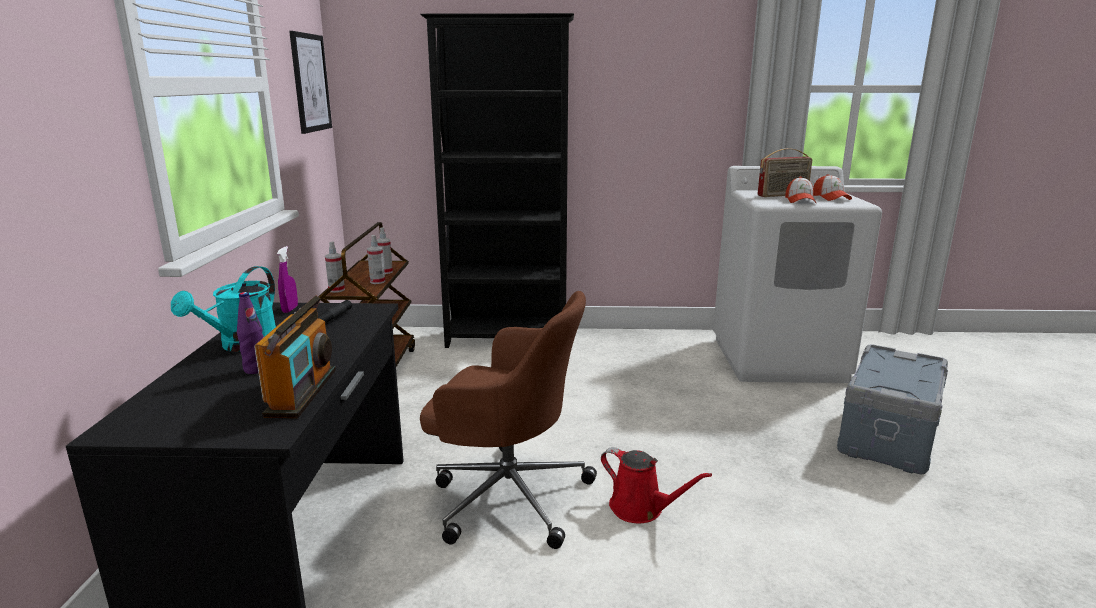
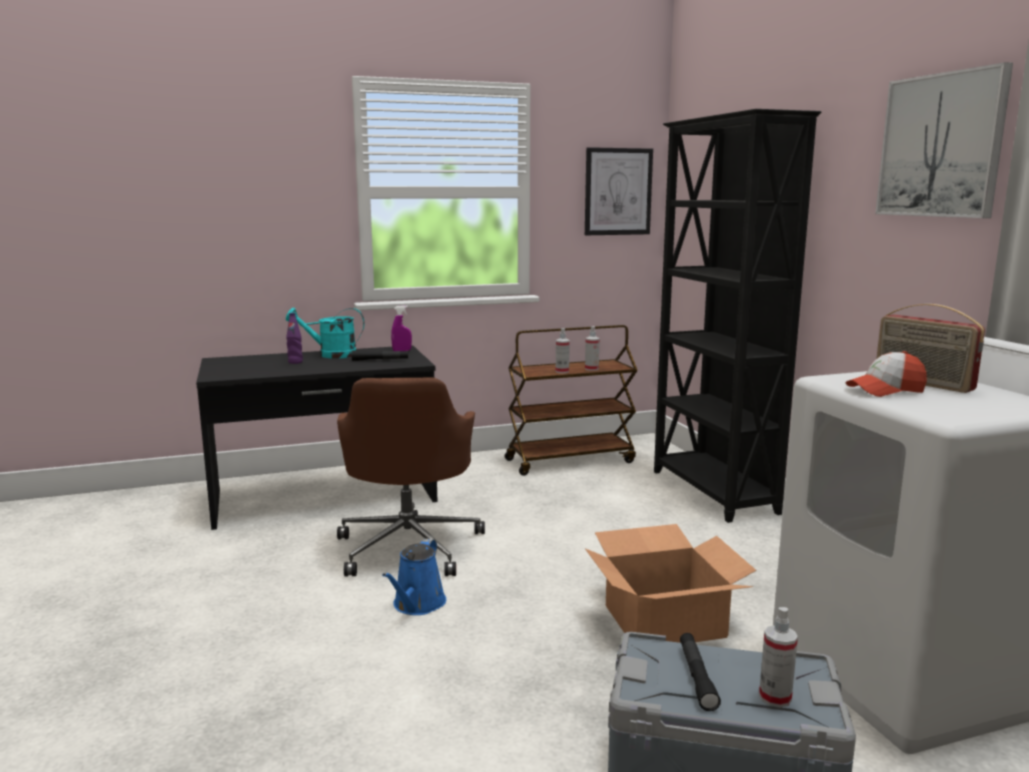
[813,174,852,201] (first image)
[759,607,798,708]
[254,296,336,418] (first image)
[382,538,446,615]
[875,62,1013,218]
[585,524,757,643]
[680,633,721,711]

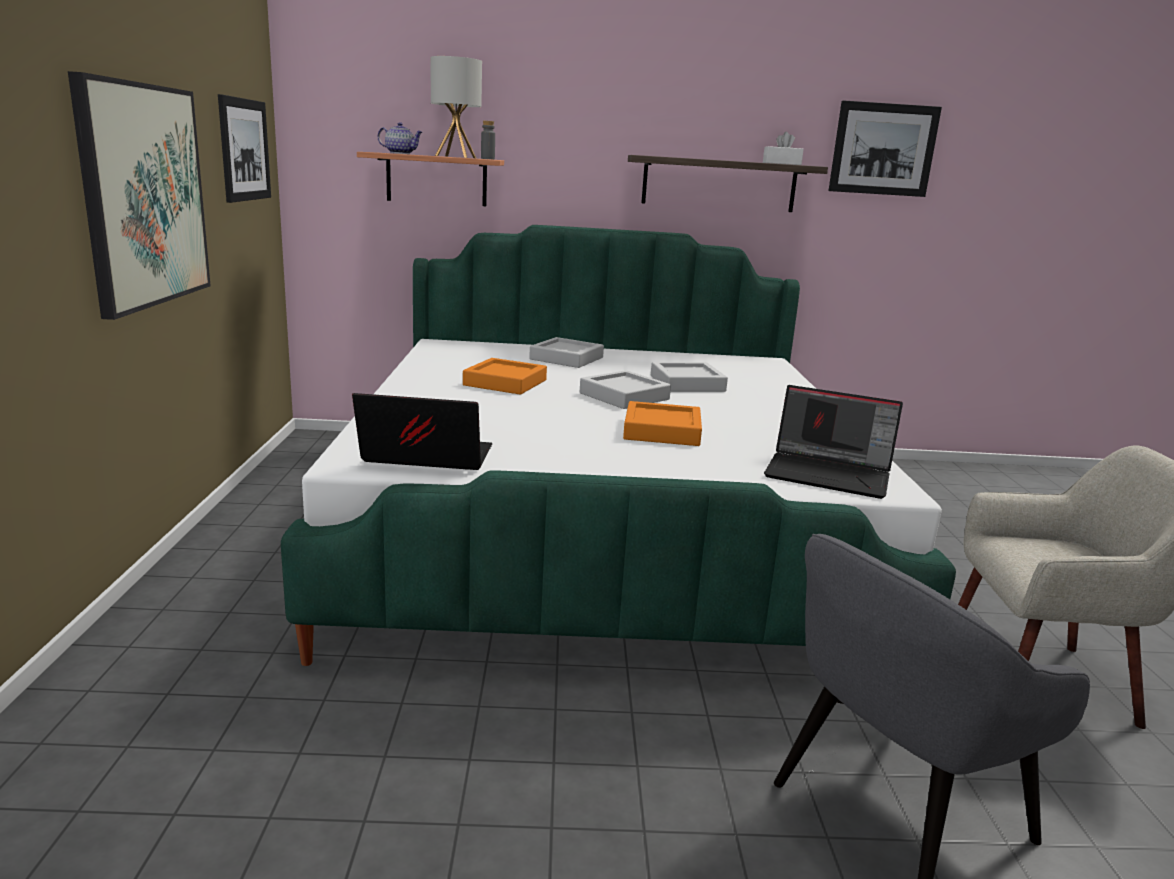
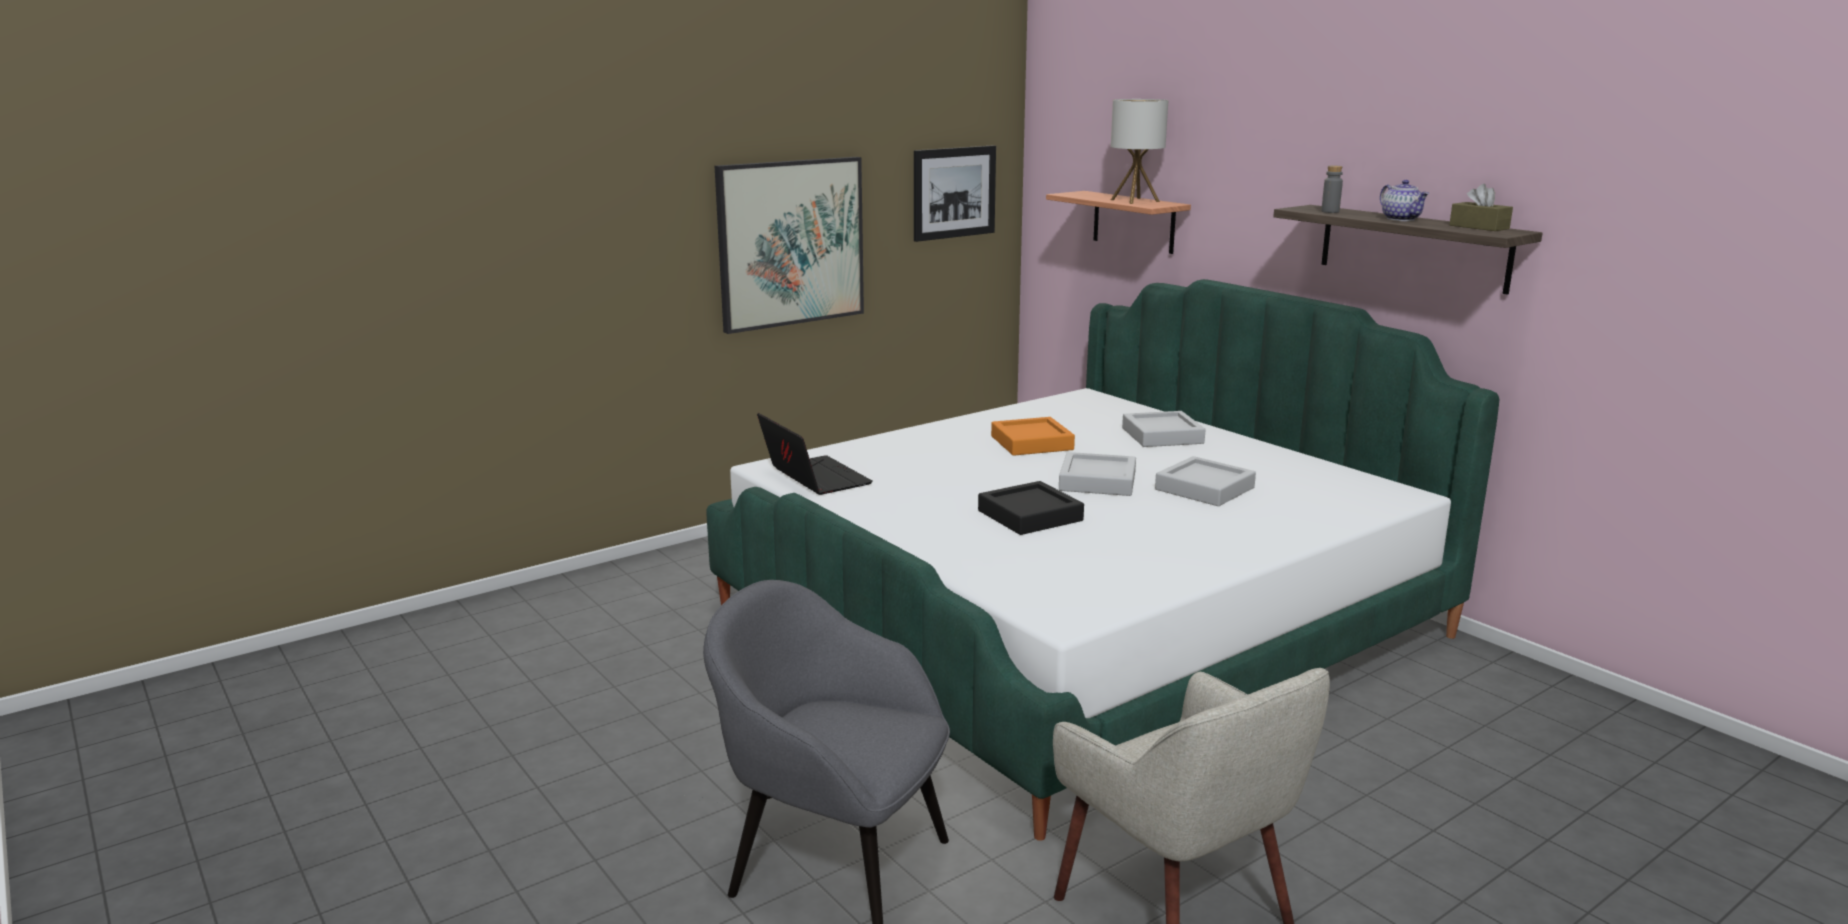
[828,100,942,197] (first image)
[1321,166,1343,213]
[1380,180,1429,221]
[1449,184,1513,231]
[764,385,903,499] (first image)
[978,481,1084,535]

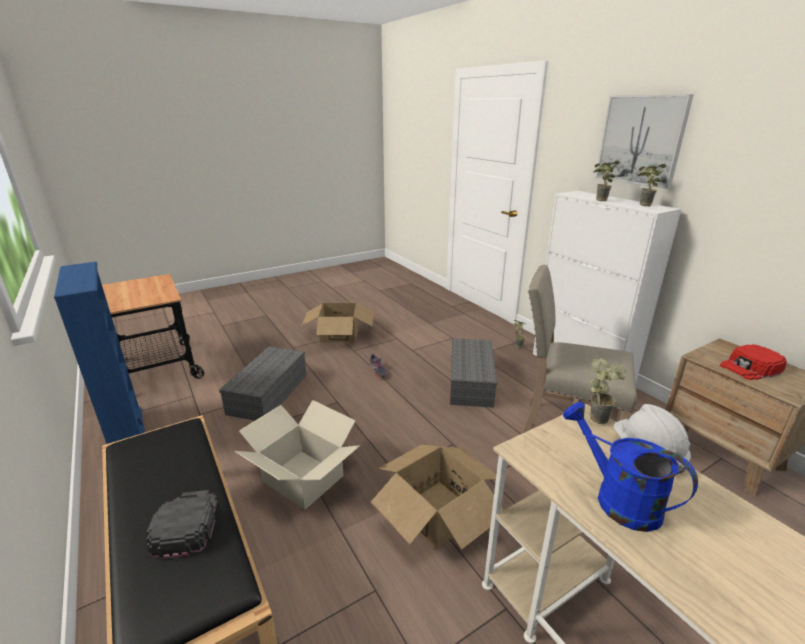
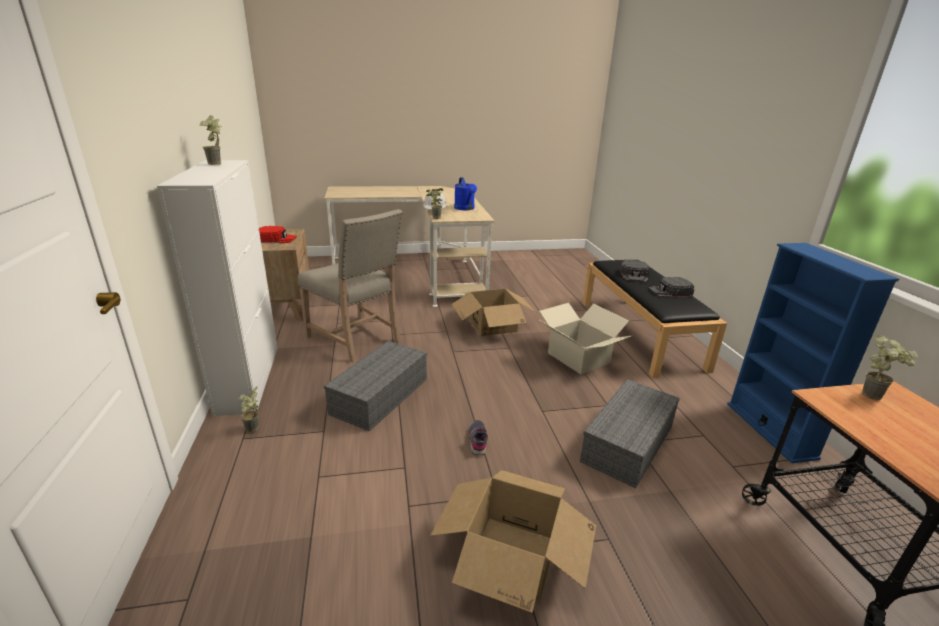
[596,94,694,189] (first image)
[862,335,918,400]
[648,277,694,298]

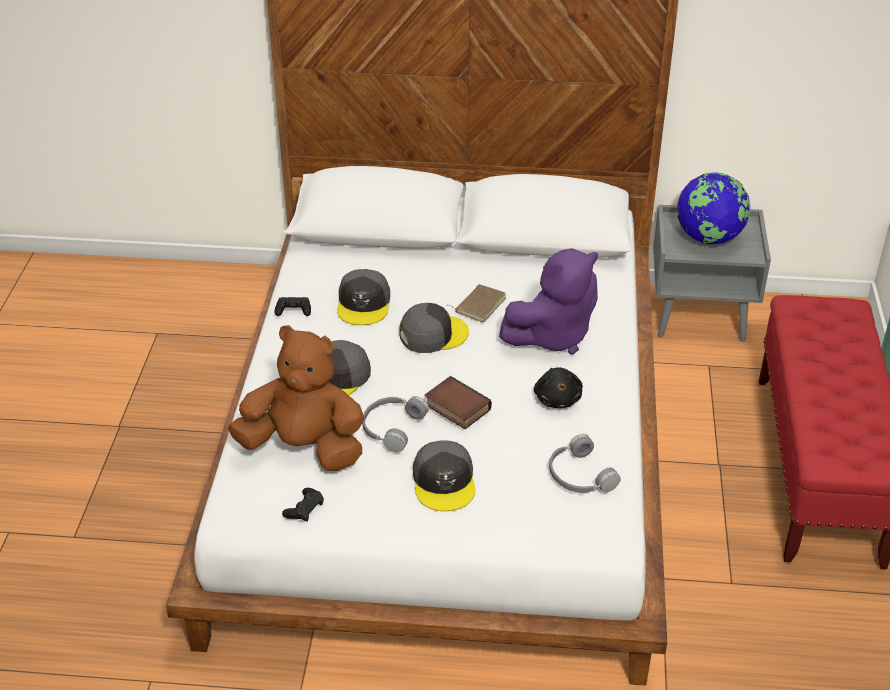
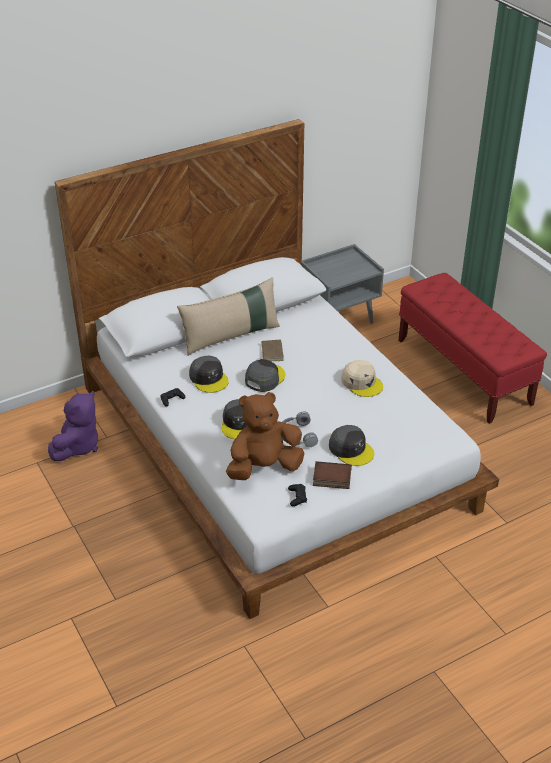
[677,172,750,244] (first image)
[48,391,98,461]
[341,360,383,397]
[313,461,352,489]
[549,434,621,493] (first image)
[177,277,280,356]

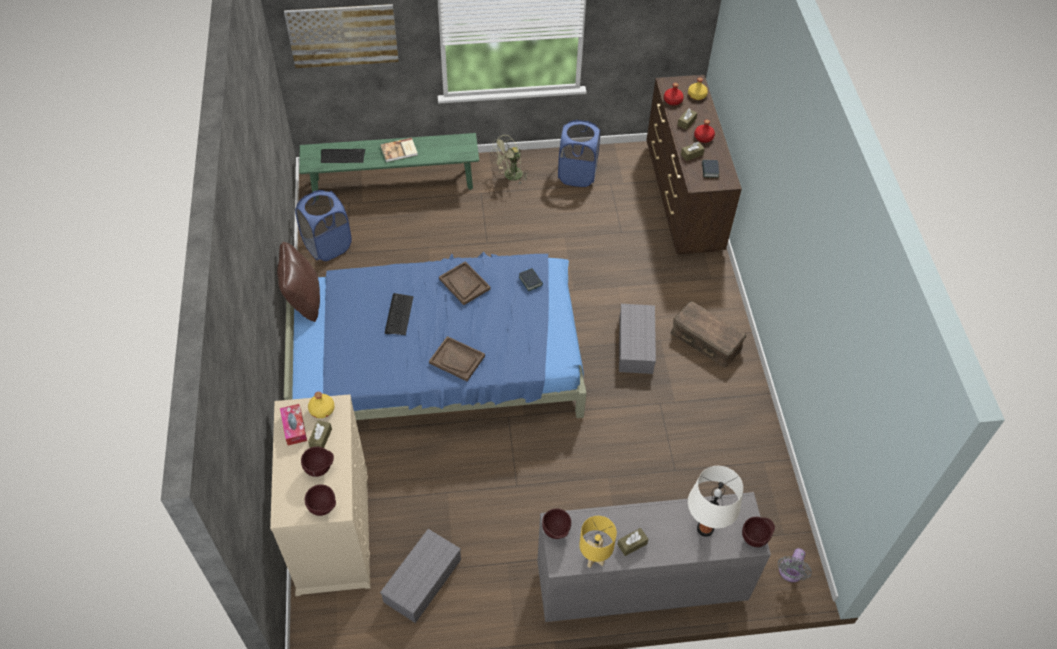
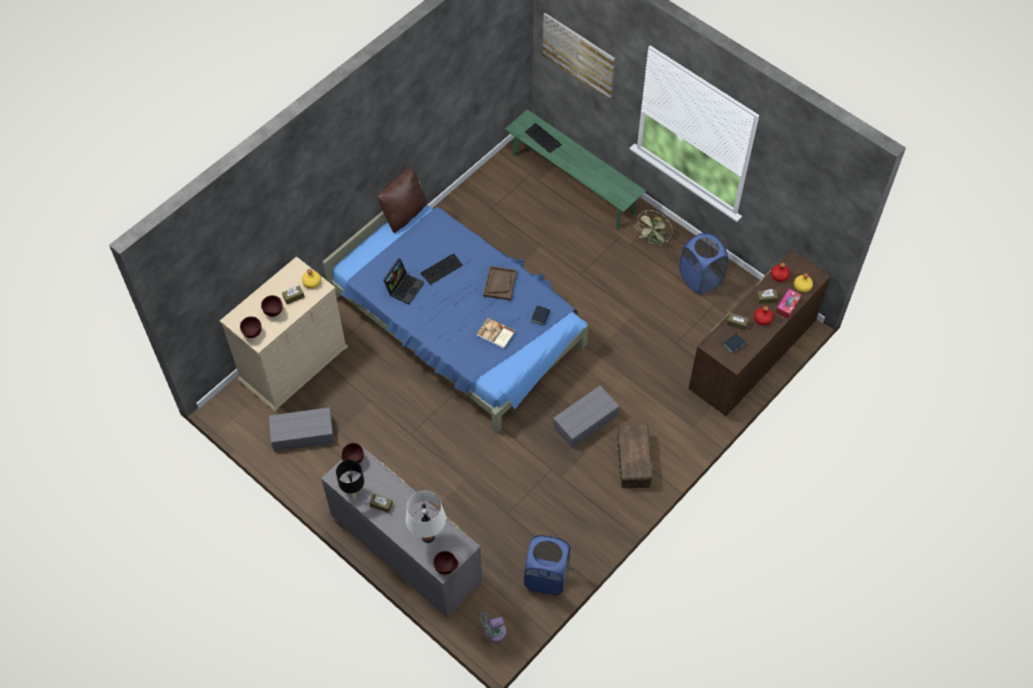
[636,210,672,246]
[477,318,516,349]
[524,535,570,595]
[429,336,485,381] (first image)
[776,289,802,319]
[336,460,364,500]
[383,258,424,304]

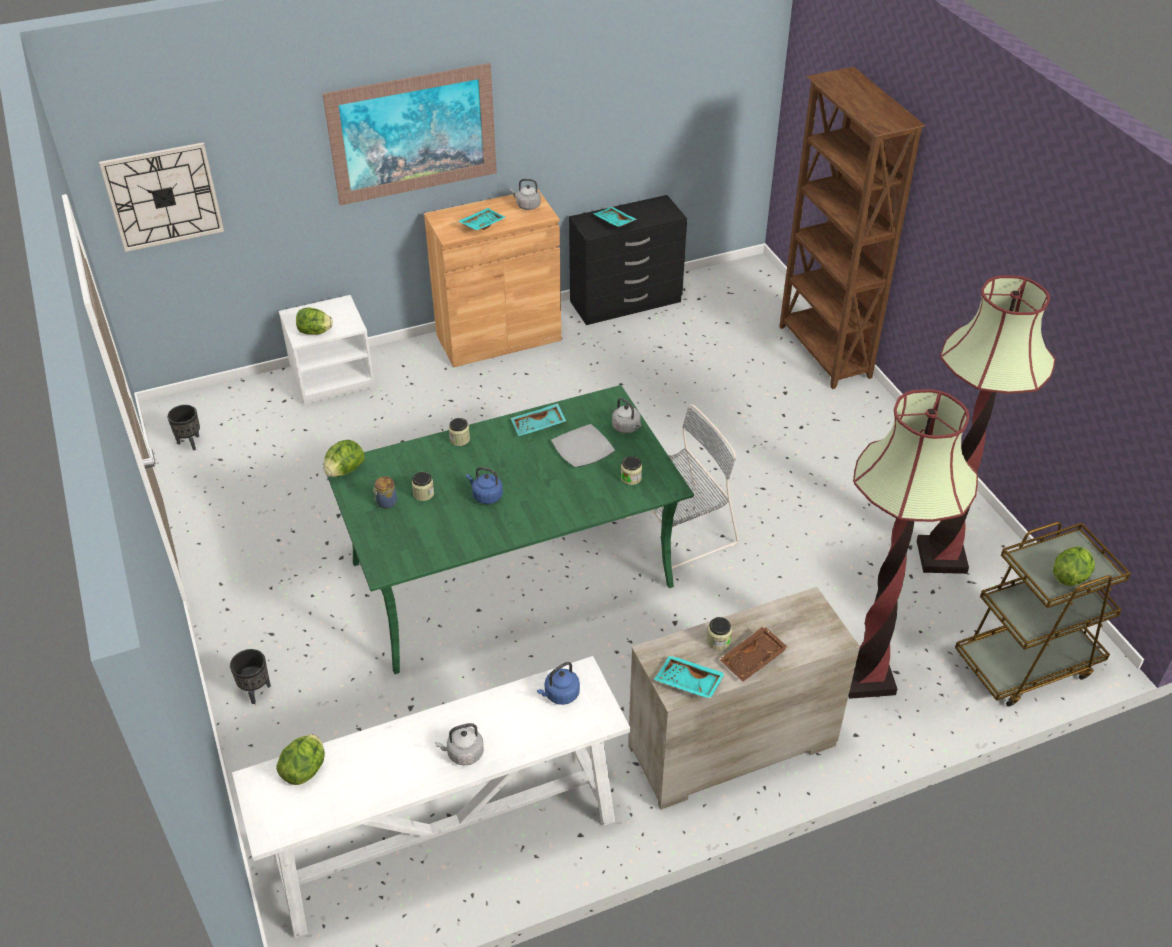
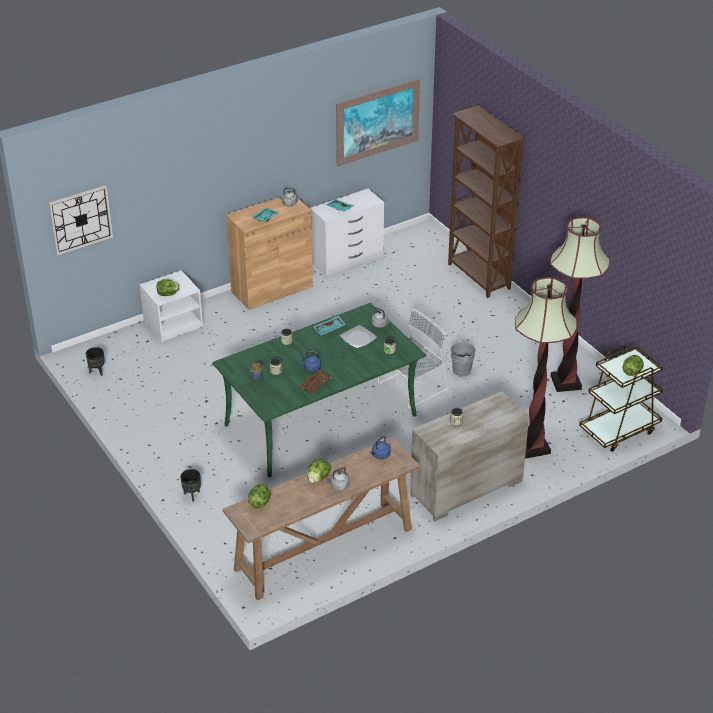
[336,79,420,167]
[310,189,384,276]
[307,459,331,483]
[298,370,331,394]
[654,655,725,699] (first image)
[223,437,420,600]
[446,339,476,376]

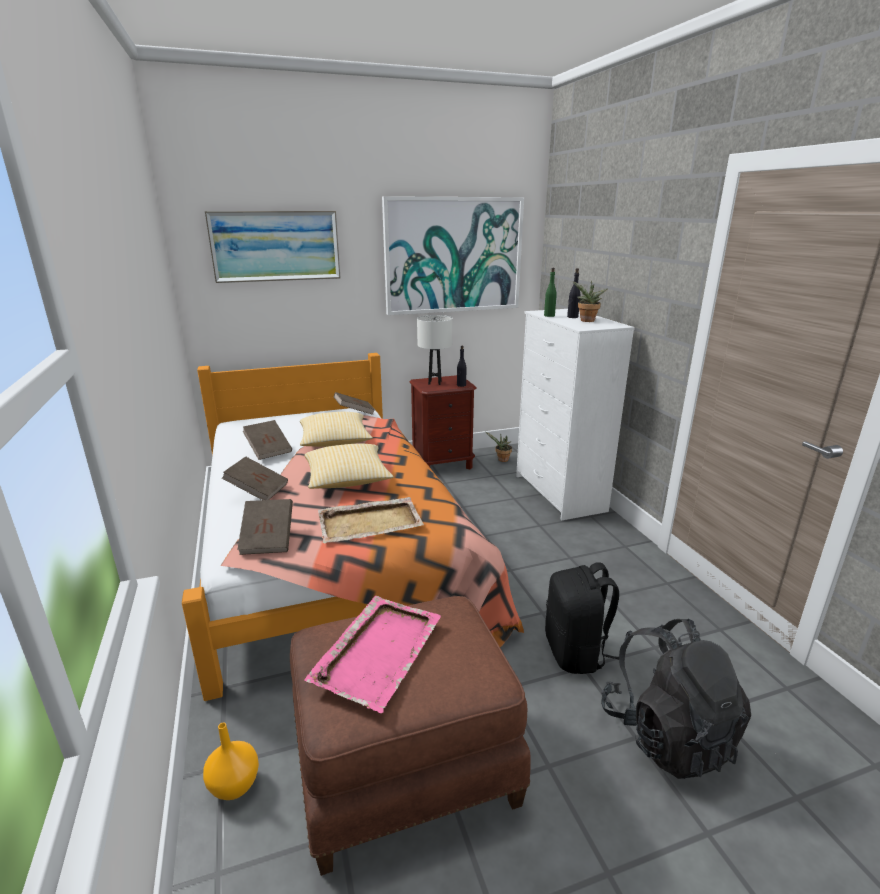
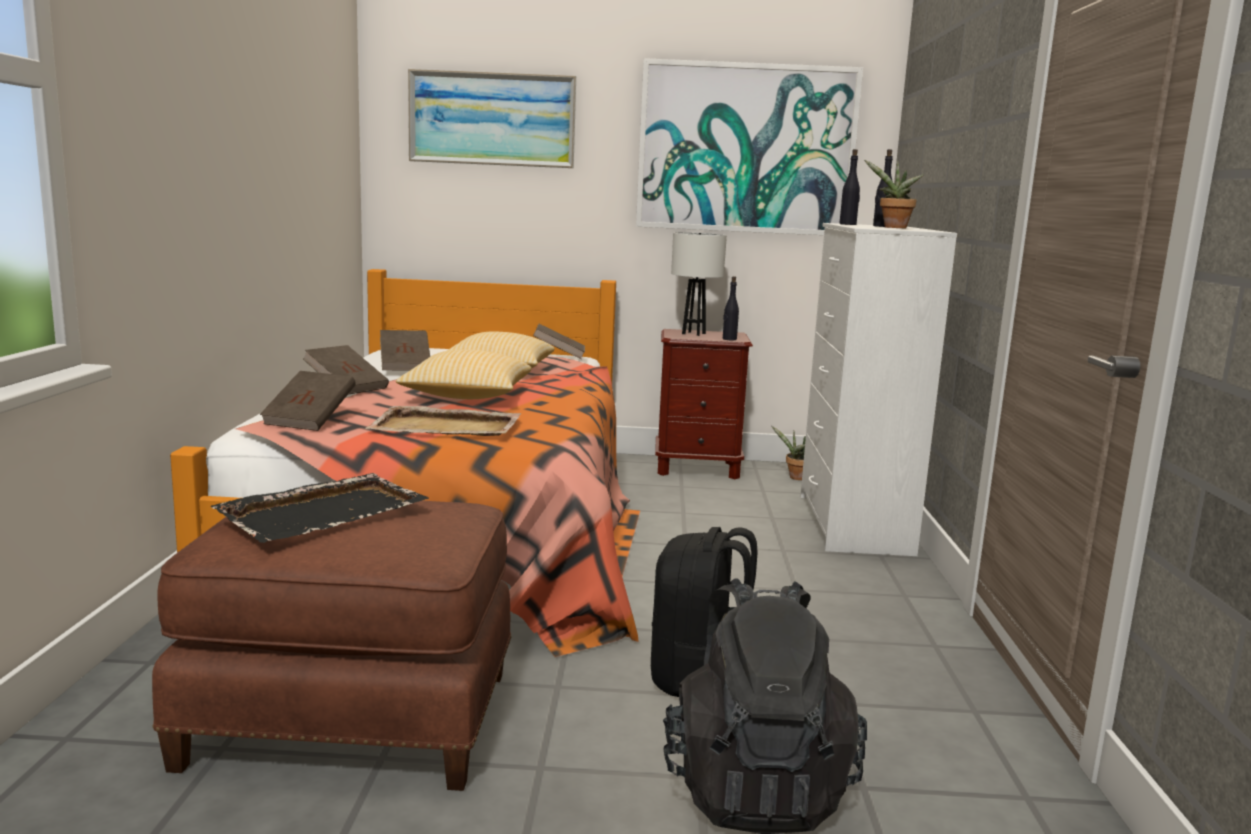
[840,149,860,225]
[210,473,430,543]
[203,722,259,800] (first image)

